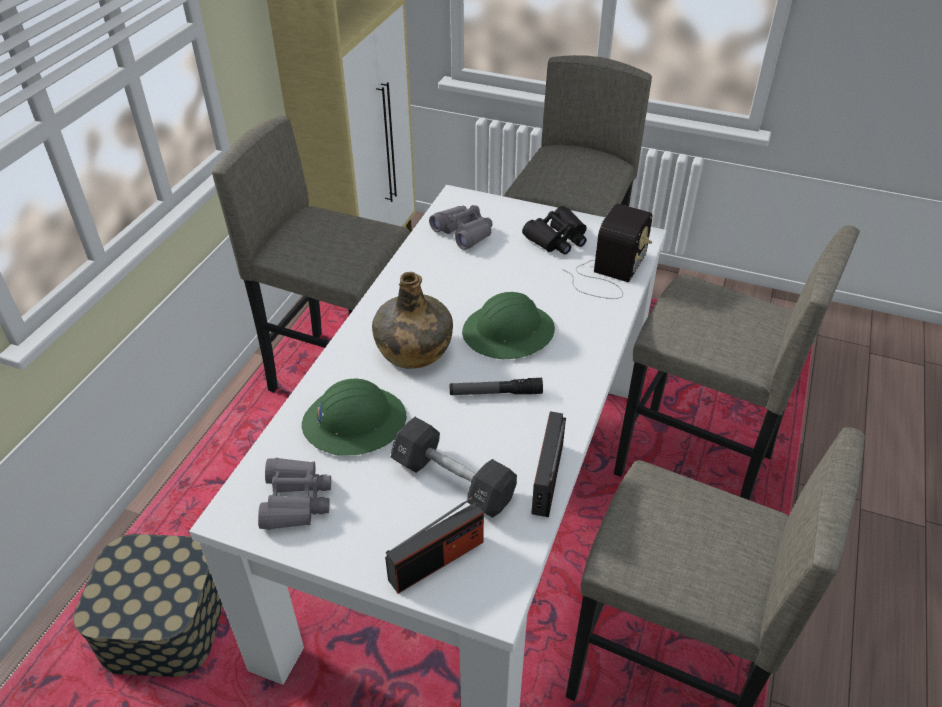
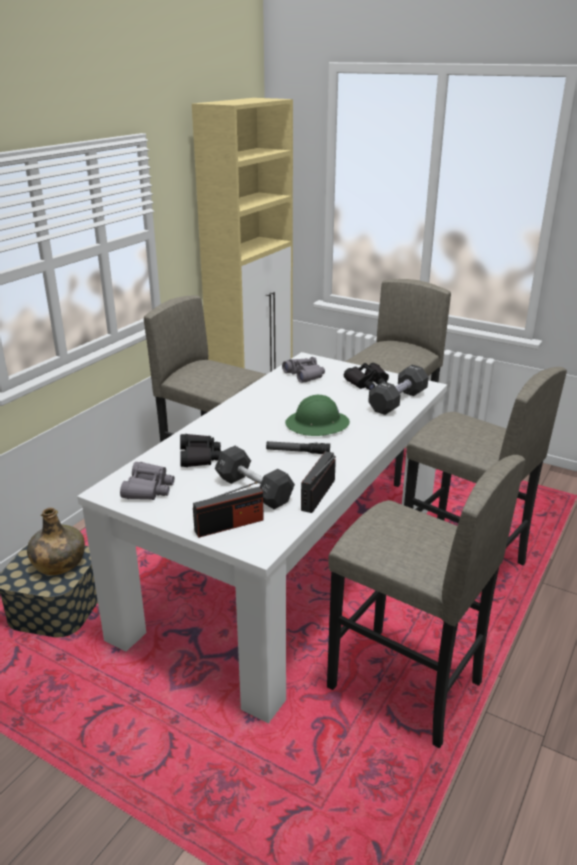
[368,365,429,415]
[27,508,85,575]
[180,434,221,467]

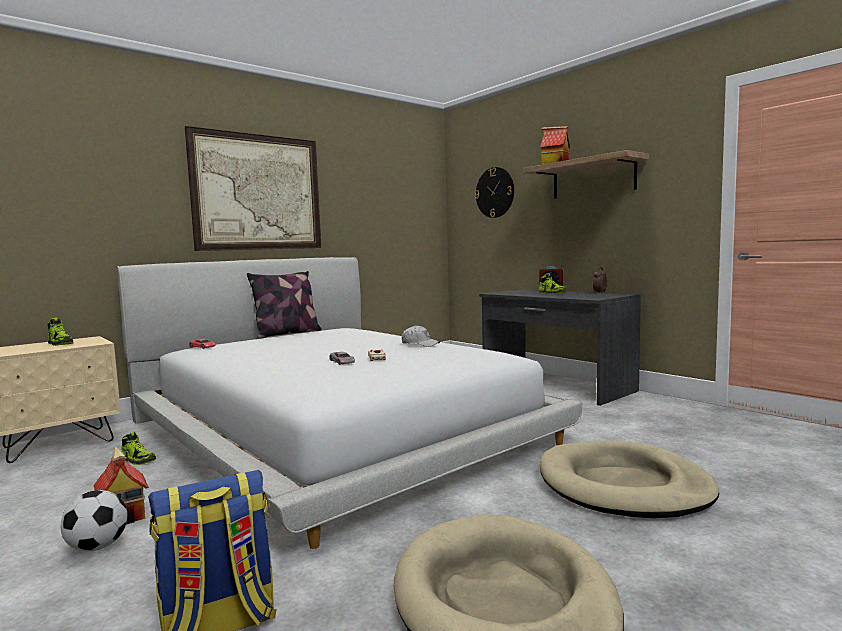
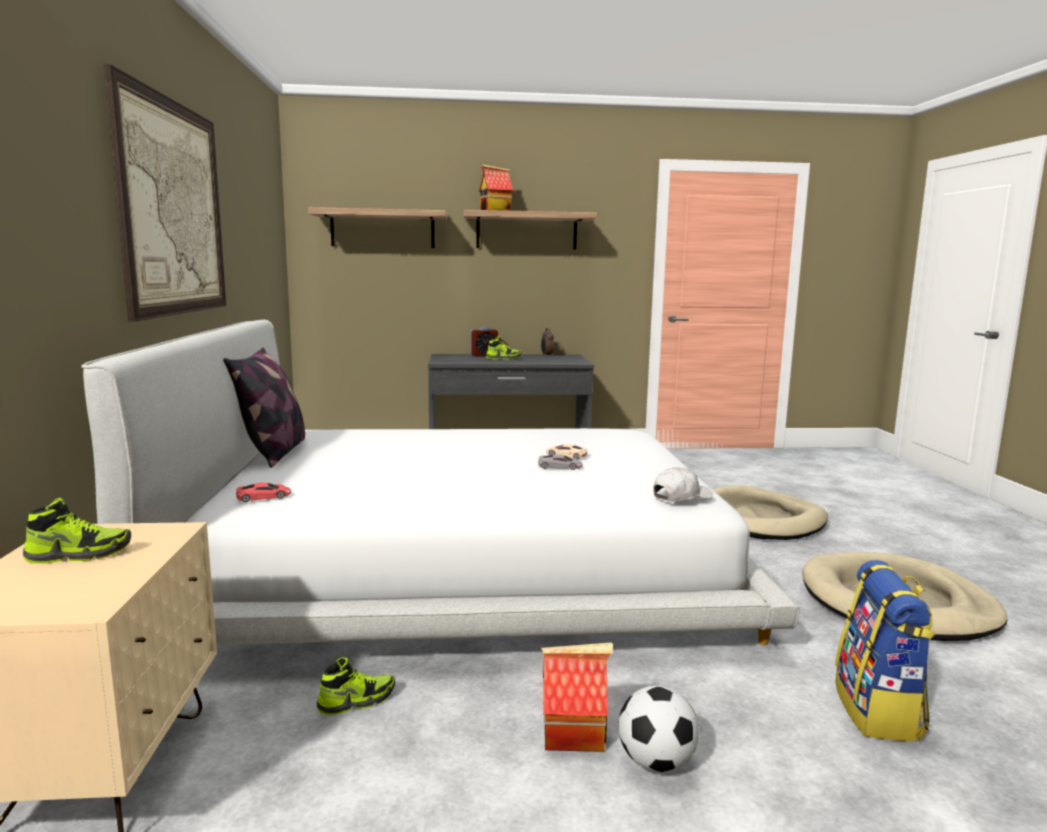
[308,207,447,248]
[653,467,713,501]

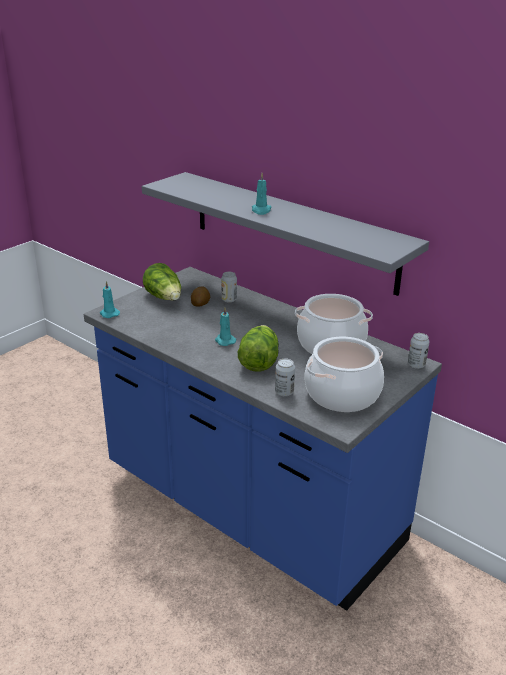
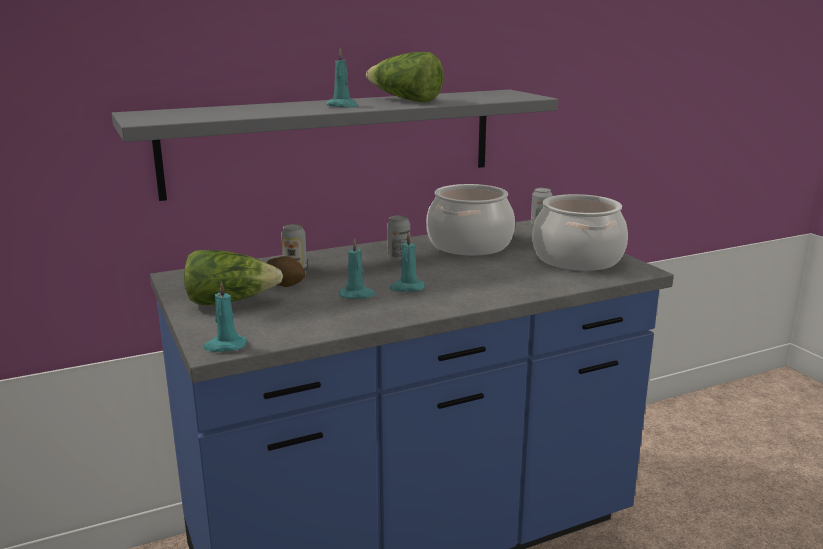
[366,52,443,103]
[387,215,410,261]
[339,239,376,299]

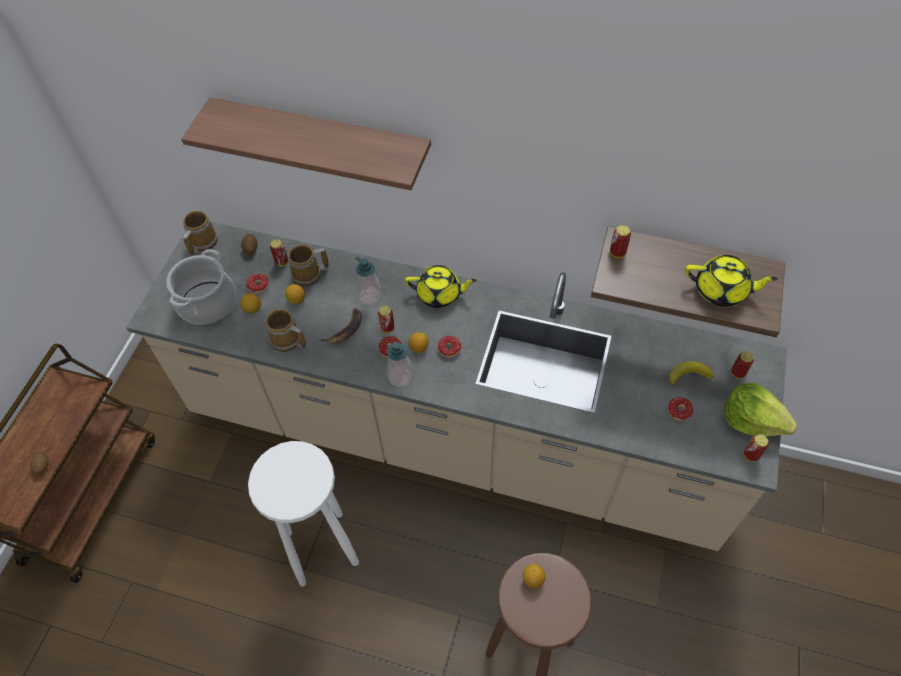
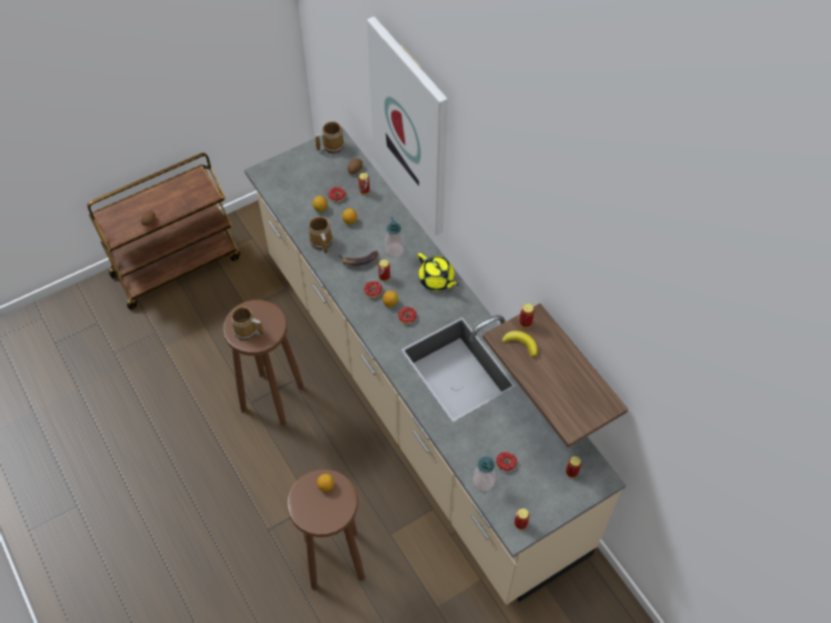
[367,16,448,235]
[231,307,263,340]
[166,249,236,325] (first image)
[685,255,778,307] (first image)
[473,457,495,491]
[502,331,538,357]
[724,382,797,436] (first image)
[223,300,304,426]

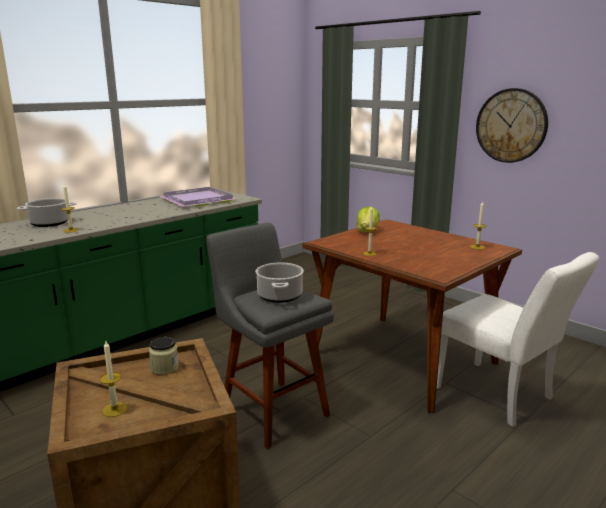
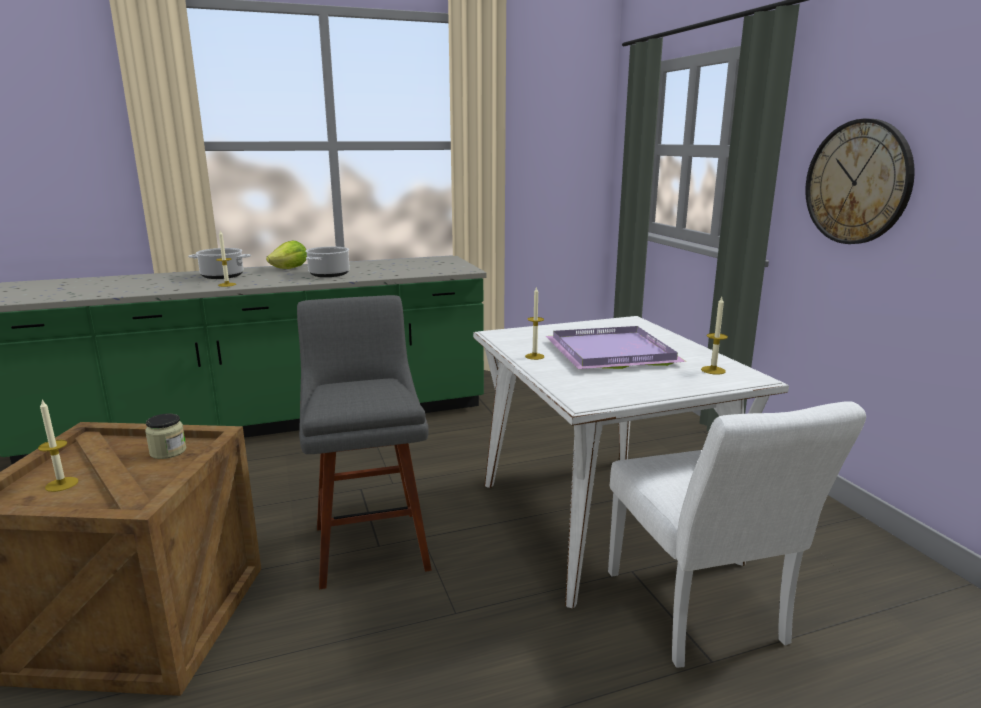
[546,326,687,369]
[266,241,307,269]
[473,316,789,609]
[305,247,350,277]

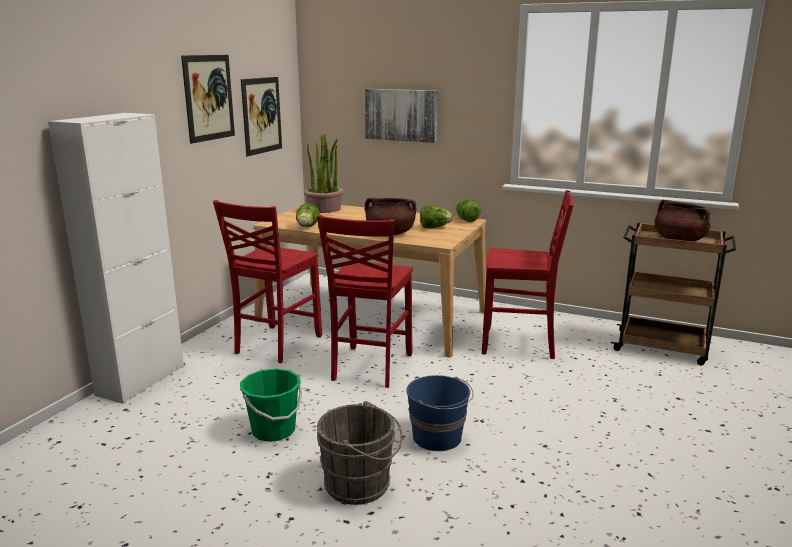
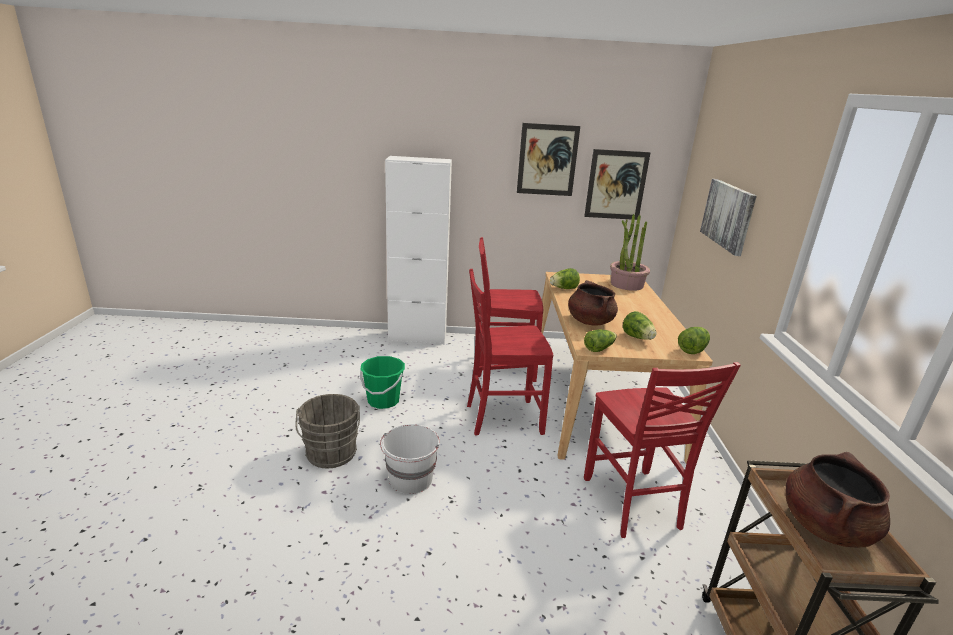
[380,424,440,494]
[584,329,617,352]

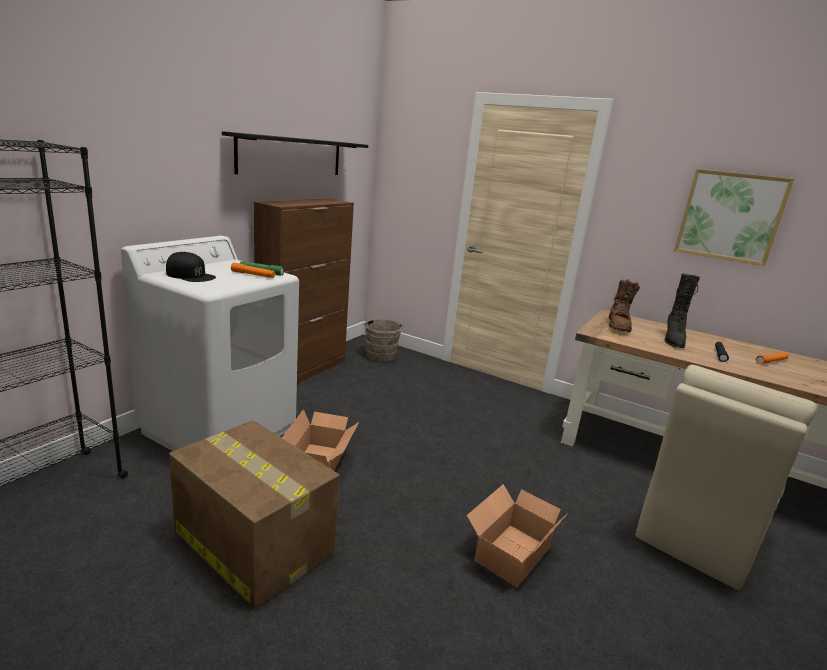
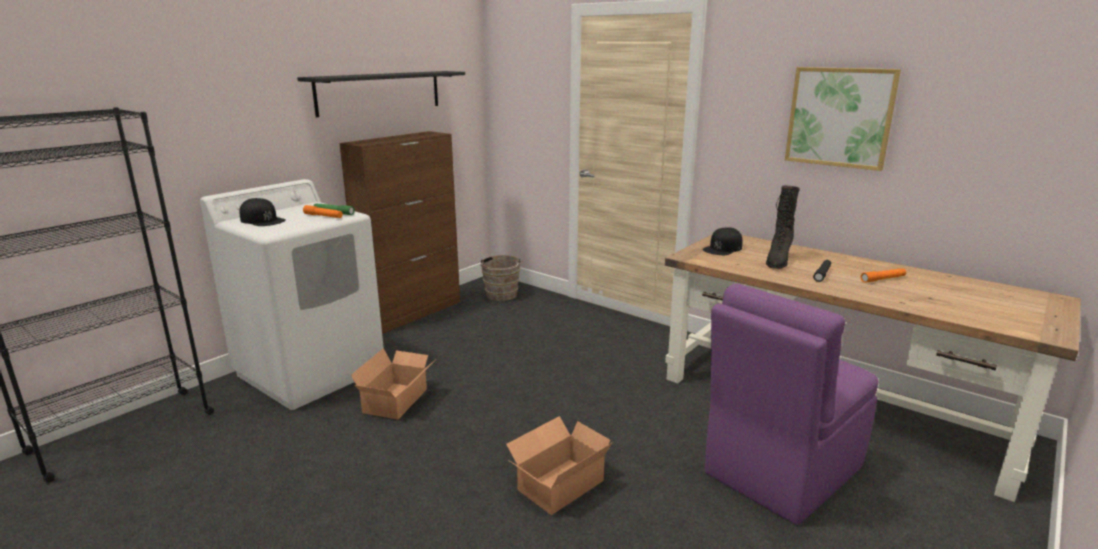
[702,227,743,255]
[705,283,878,525]
[169,420,340,610] (first image)

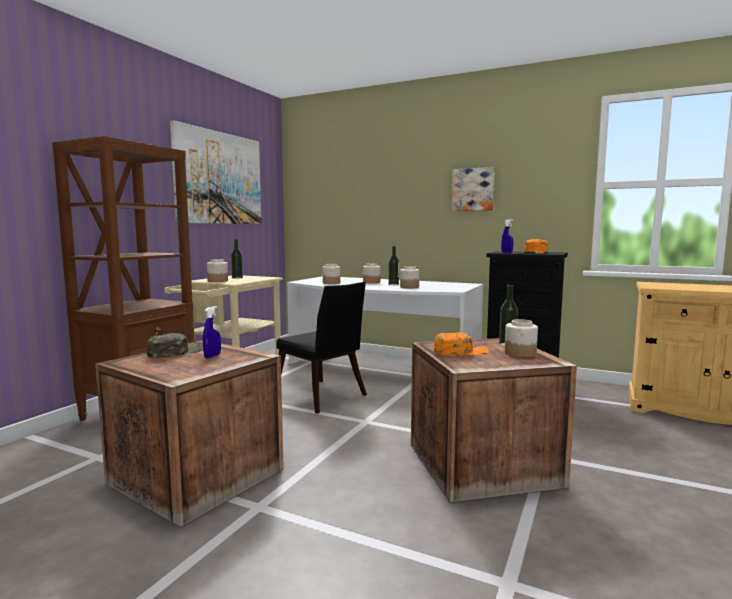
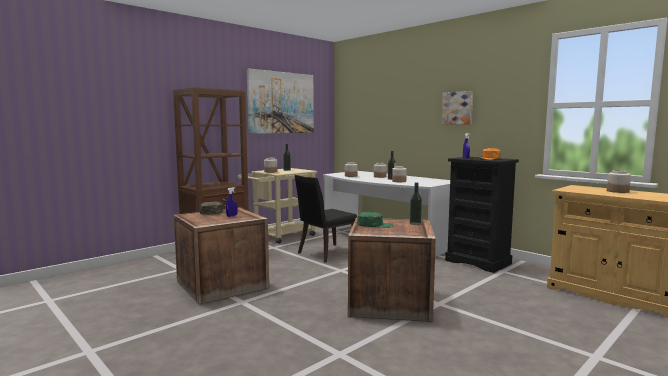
[295,175,357,262]
[607,170,631,193]
[357,212,394,228]

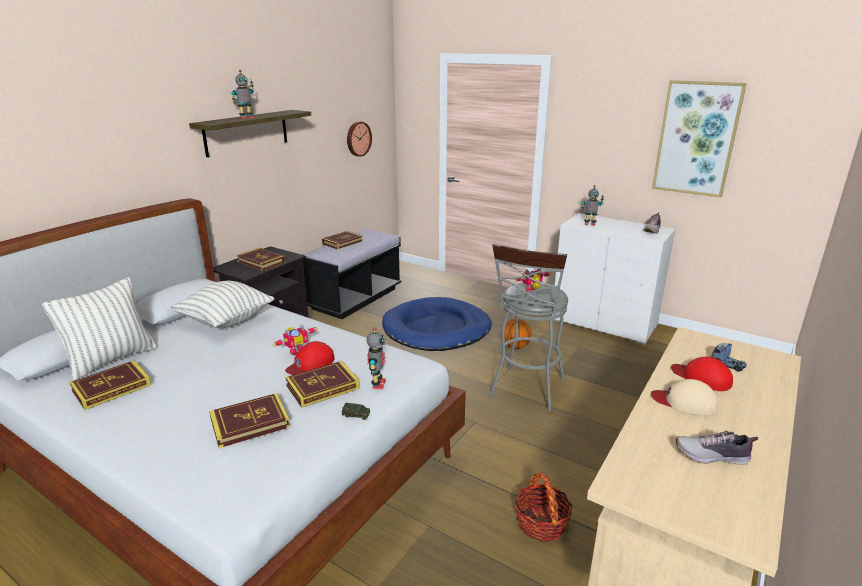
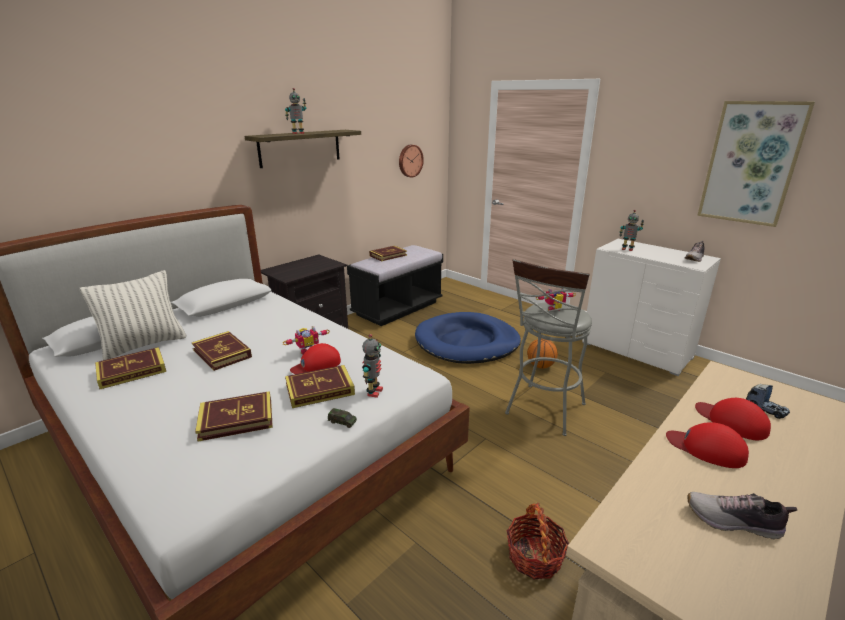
[192,331,252,371]
[171,281,275,328] (first image)
[666,422,749,468]

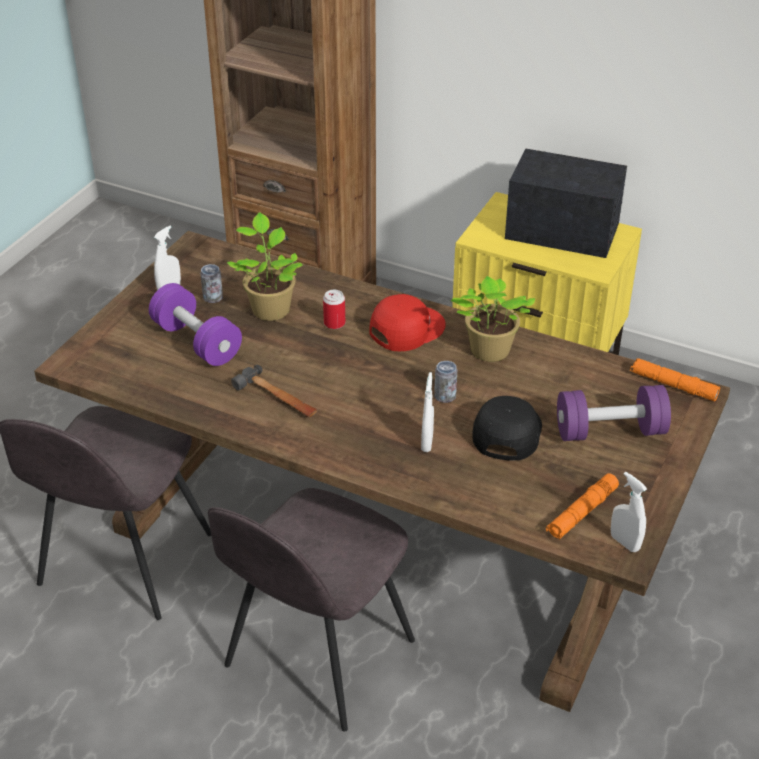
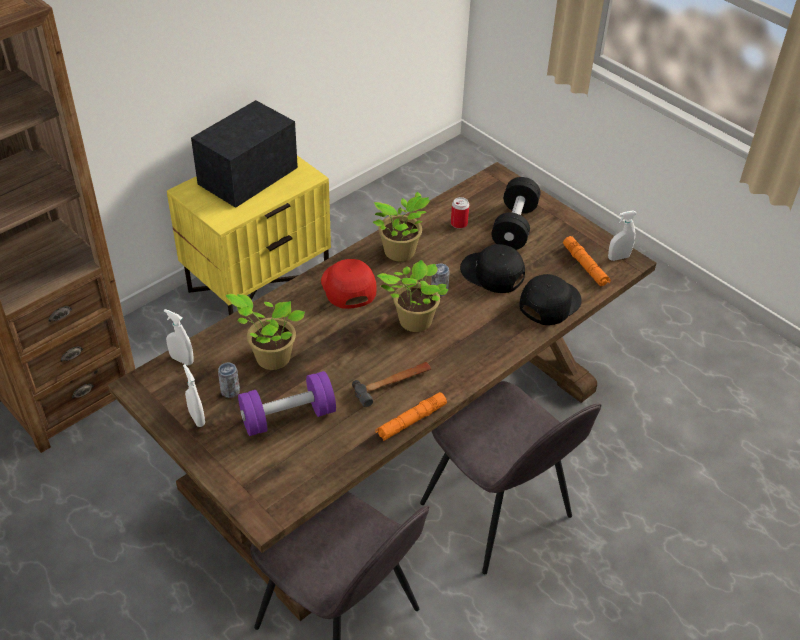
[451,197,469,229]
[375,392,447,441]
[164,309,194,365]
[491,177,541,250]
[377,260,449,332]
[519,274,582,325]

